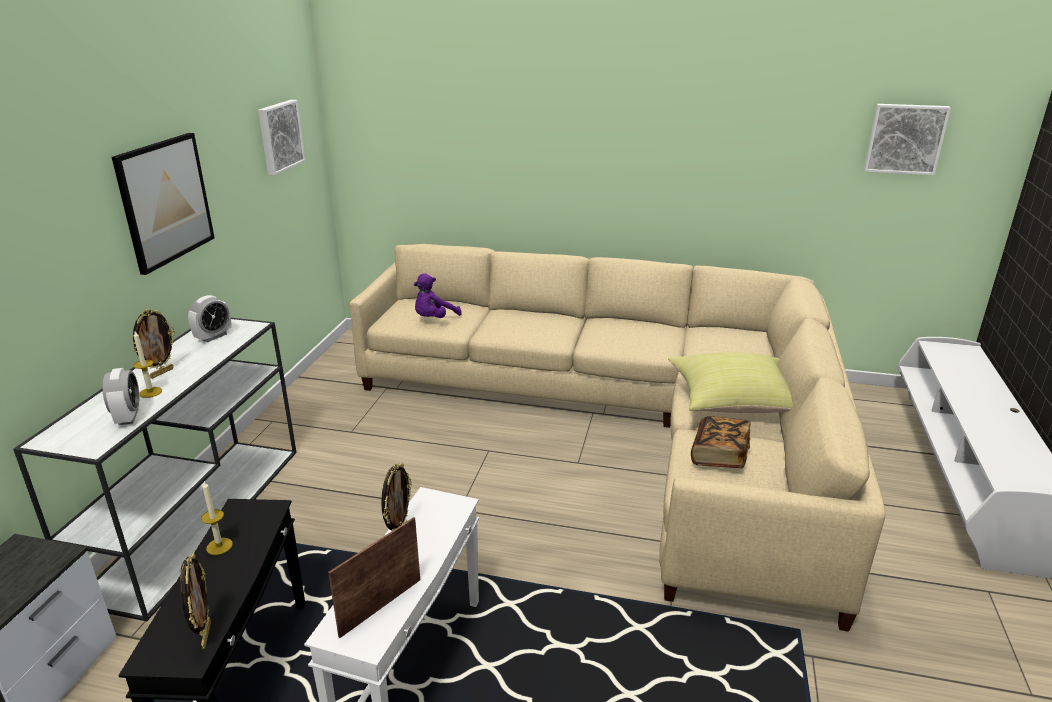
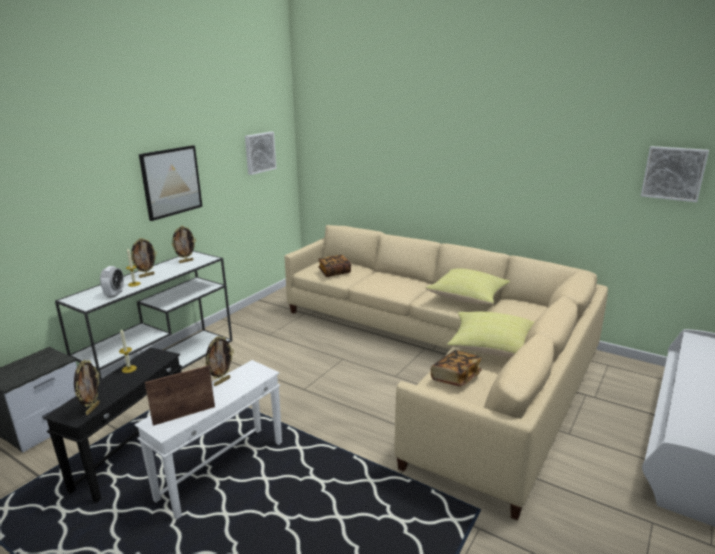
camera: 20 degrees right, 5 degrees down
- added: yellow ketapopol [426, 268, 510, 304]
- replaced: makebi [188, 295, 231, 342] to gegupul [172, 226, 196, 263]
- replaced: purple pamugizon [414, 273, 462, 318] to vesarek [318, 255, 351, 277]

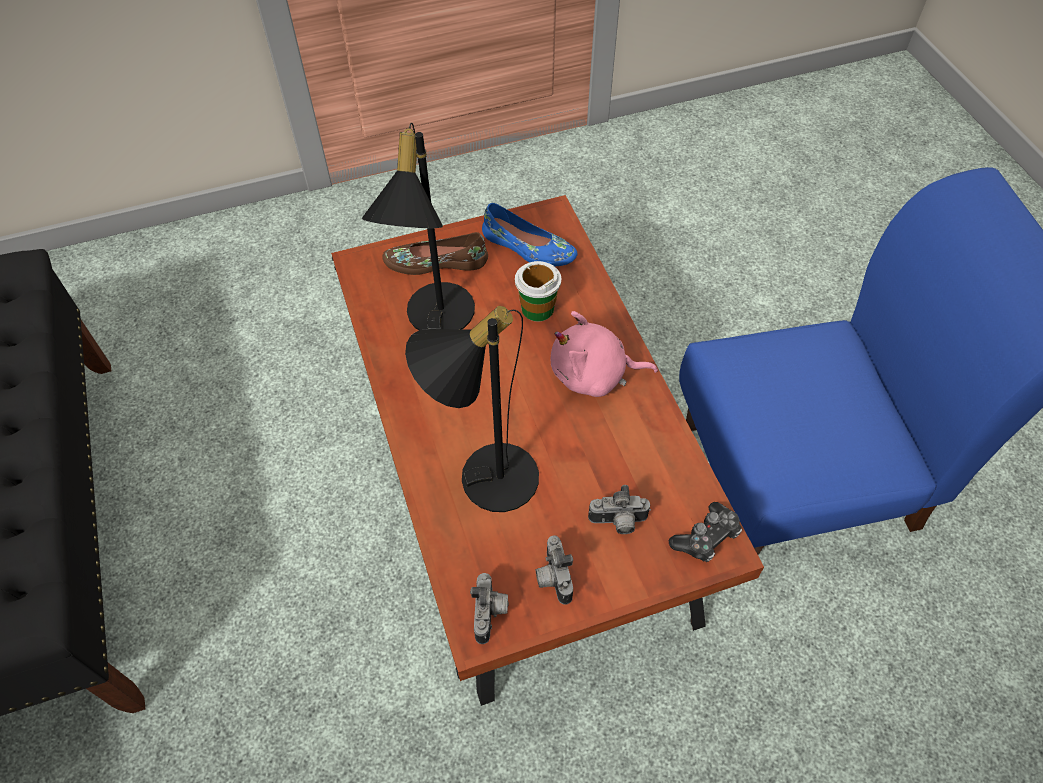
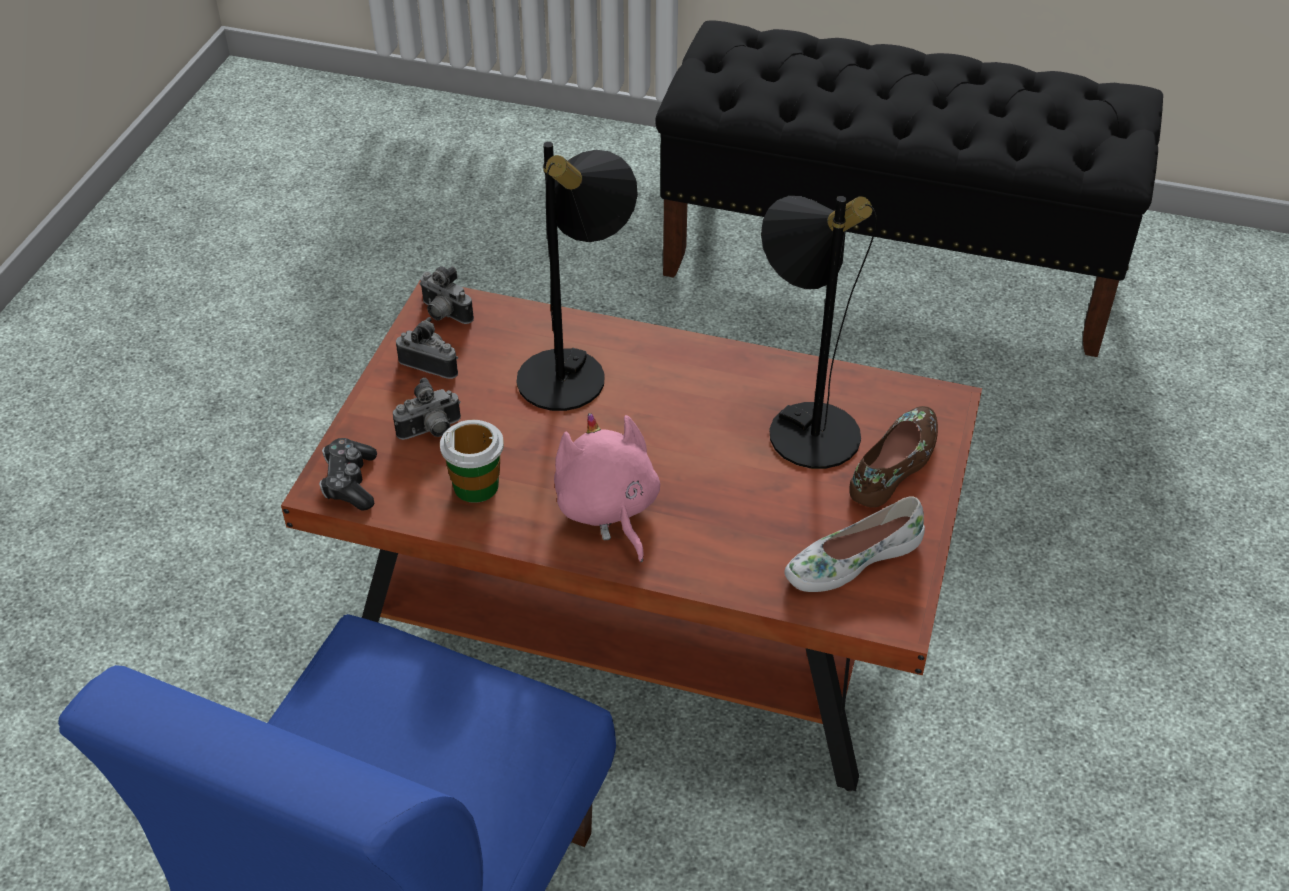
camera: 125 degrees right, 10 degrees down
- moved: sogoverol [515, 261, 561, 321] to [440, 420, 504, 503]
- recoloured: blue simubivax [482, 203, 577, 266] to white simubivax [784, 496, 925, 592]
- turned: pink pamugizon [551, 311, 658, 397] = [554, 413, 660, 562] 60 degrees counterclockwise
- turned: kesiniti [588, 485, 651, 534] = [393, 378, 461, 440] 150 degrees counterclockwise

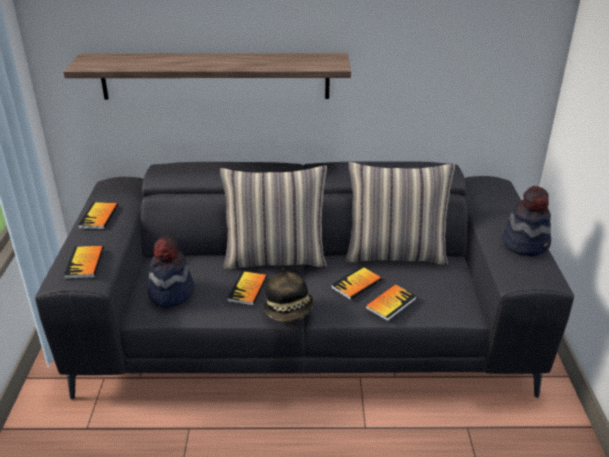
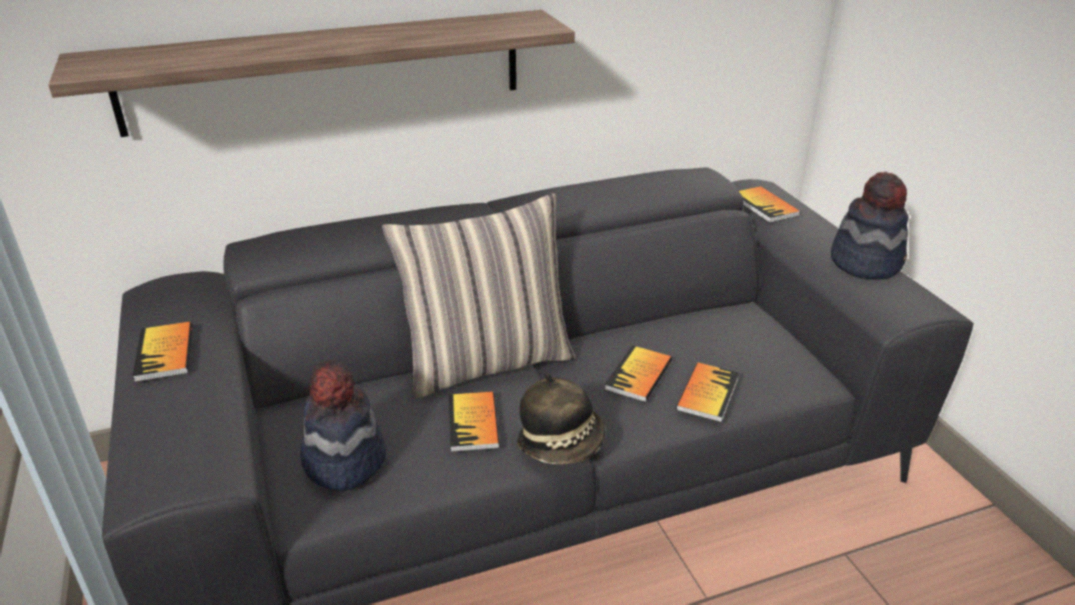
camera: 20 degrees left, 0 degrees up
- removed: ketapopol [346, 162, 455, 265]
- moved: vesarek [64, 246, 104, 279] to [739, 186, 801, 223]

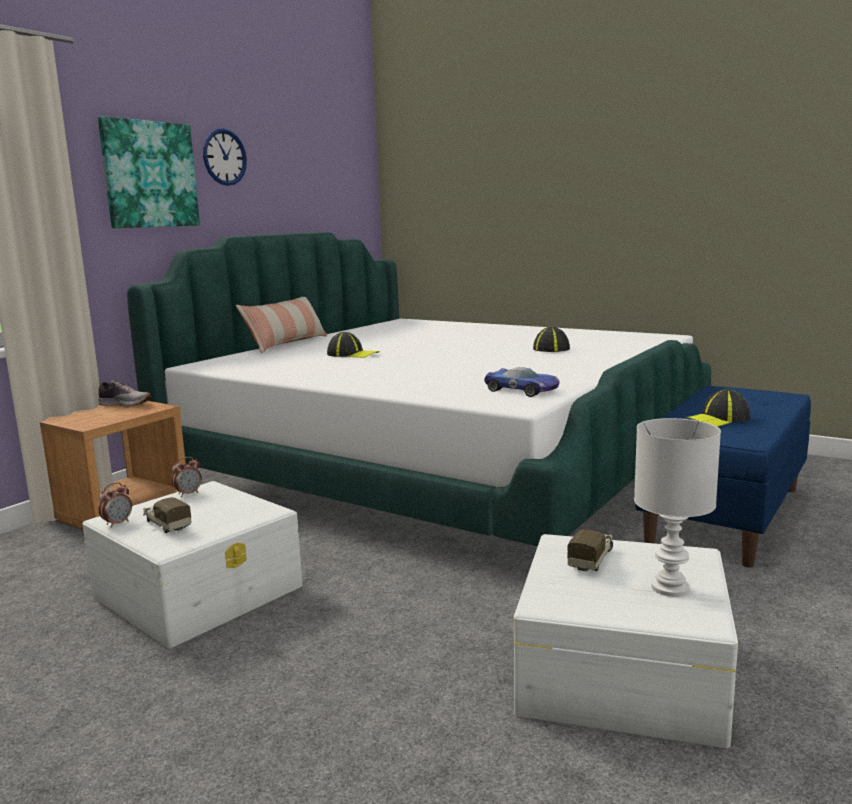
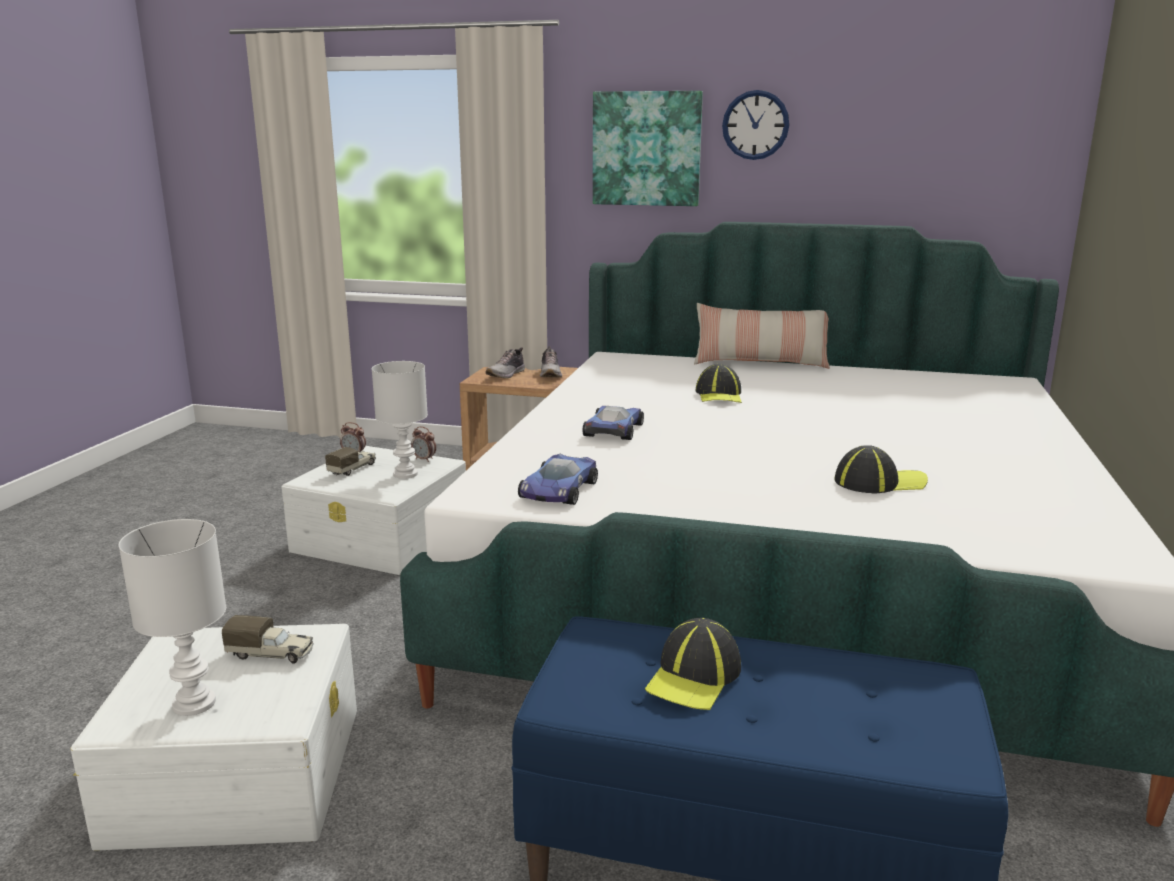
camera: 70 degrees right, 5 degrees up
- added: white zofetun [372, 361, 428, 479]
- added: simubivax [486, 347, 525, 379]
- added: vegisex [582, 406, 644, 440]
- turned: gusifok [686, 389, 750, 427] = [645, 618, 741, 710] 105 degrees counterclockwise

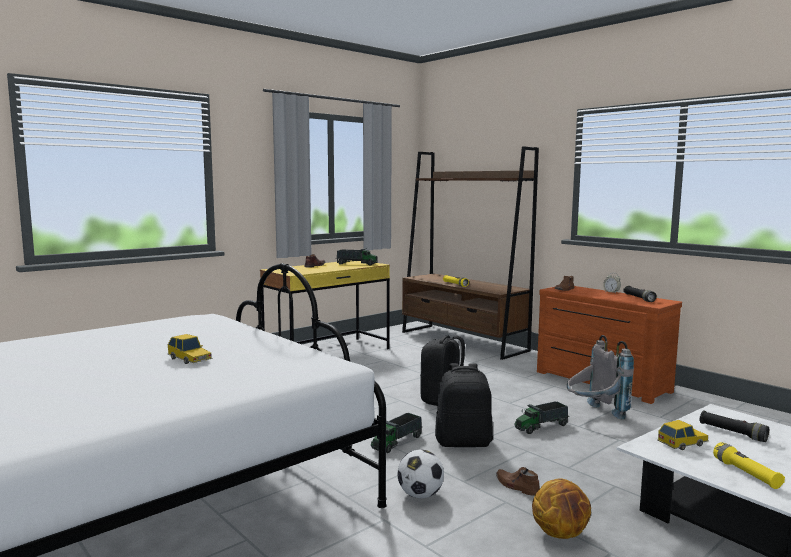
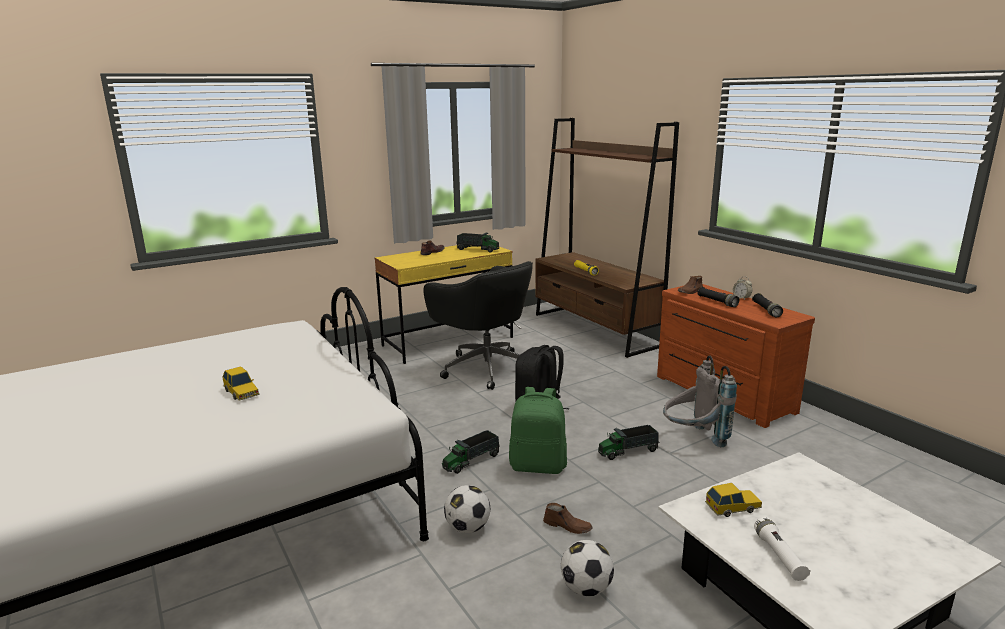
camera: 10 degrees right, 10 degrees up
- added: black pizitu [424, 261, 533, 390]
- moved: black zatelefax [699, 410, 769, 442] to [697, 287, 739, 307]
- replaced: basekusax [532, 478, 591, 539] to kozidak [561, 540, 614, 596]
- recoloured: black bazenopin [435, 363, 493, 447] to green bazenopin [509, 387, 567, 474]
- recoloured: yellow zatelefax [713, 442, 785, 489] to white zatelefax [754, 517, 810, 581]
- turned: brown simubivax [496, 467, 540, 496] = [543, 503, 593, 534] 150 degrees clockwise

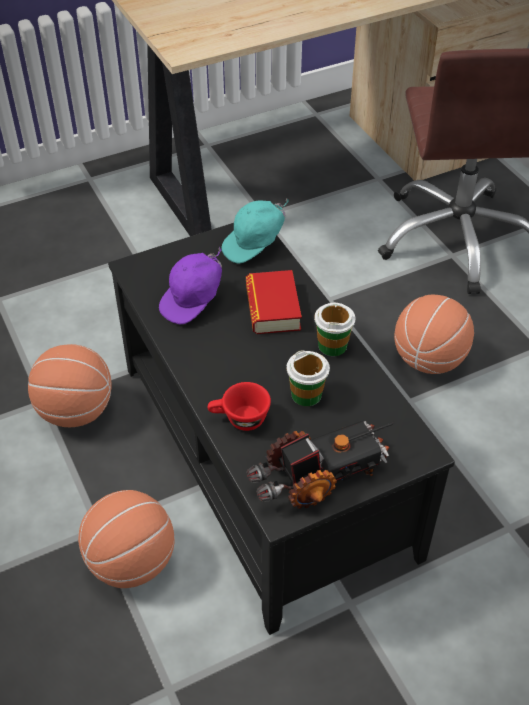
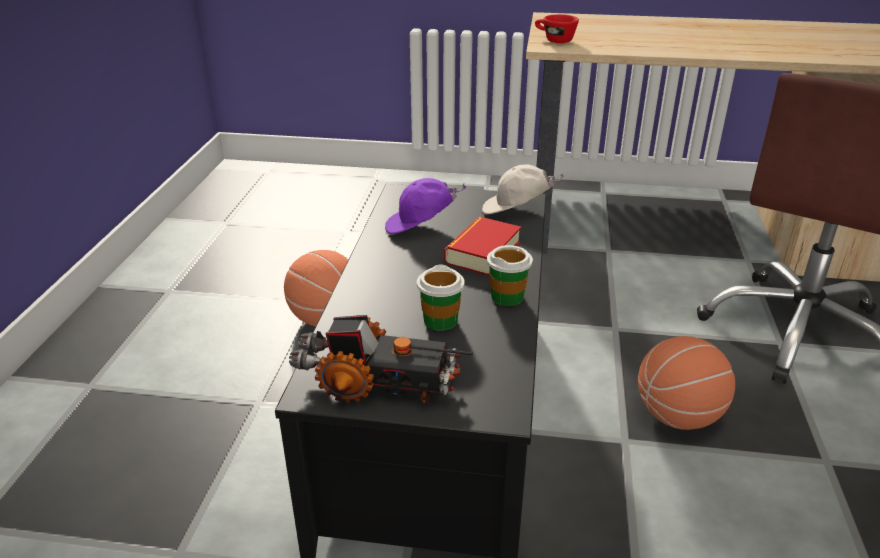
camera: 35 degrees right, 15 degrees down
- removed: basekusax [78, 490, 174, 588]
- moved: red sogoverol [207, 382, 271, 431] to [535, 14, 579, 43]
- recoloured: turquoise gusifok [221, 198, 289, 263] to white gusifok [482, 164, 564, 214]

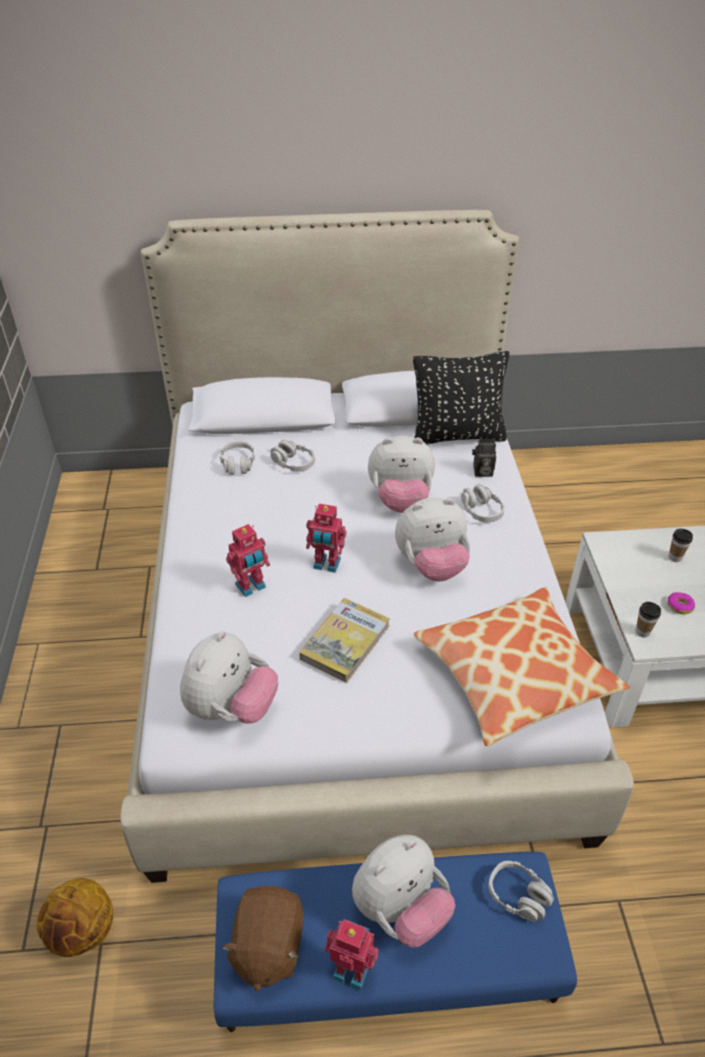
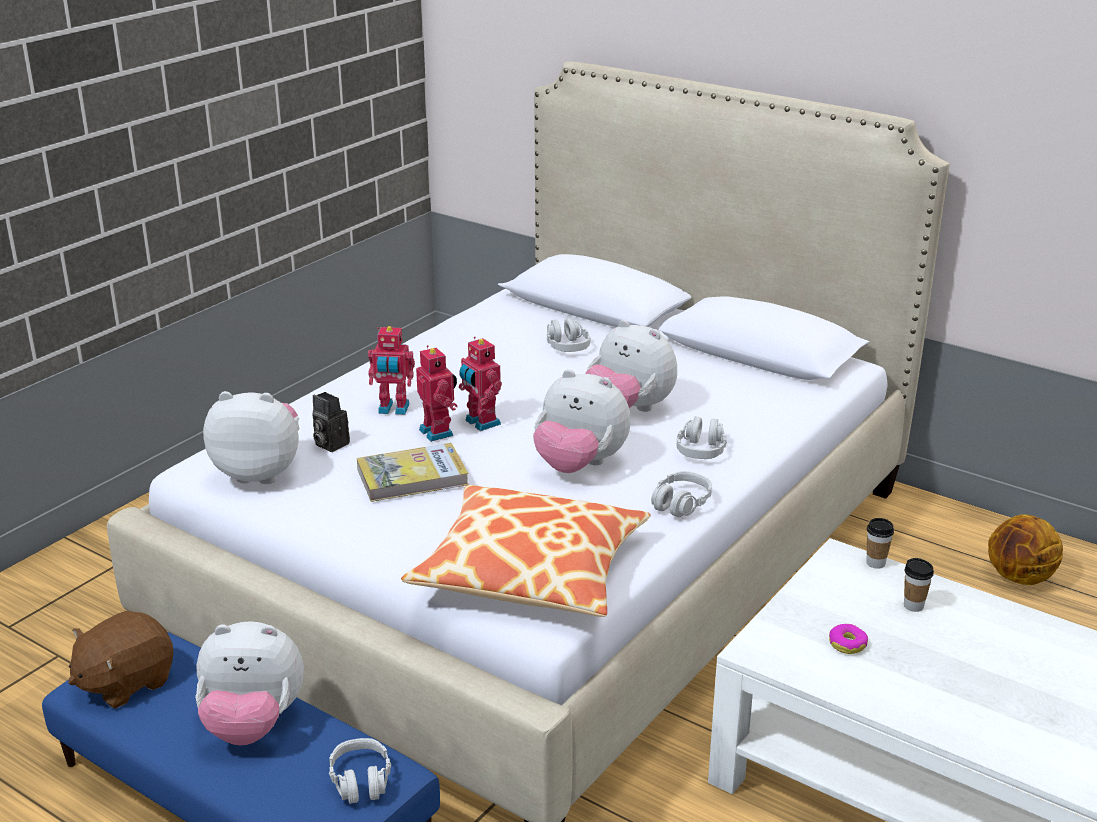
camera: 40 degrees right, 15 degrees down
- removed: black ketapopol [413, 351, 509, 445]
- moved: basekusax [37, 878, 113, 957] to [988, 514, 1063, 585]
- moved: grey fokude [220, 441, 255, 475] to [651, 471, 712, 517]
- moved: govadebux [325, 919, 379, 991] to [416, 345, 458, 442]
- moved: kesiniti [472, 439, 496, 477] to [313, 392, 350, 452]
- moved: sogoverol [635, 602, 661, 638] to [866, 518, 894, 569]
- turned: pamugizon [180, 631, 278, 724] = [203, 391, 299, 484] 150 degrees counterclockwise

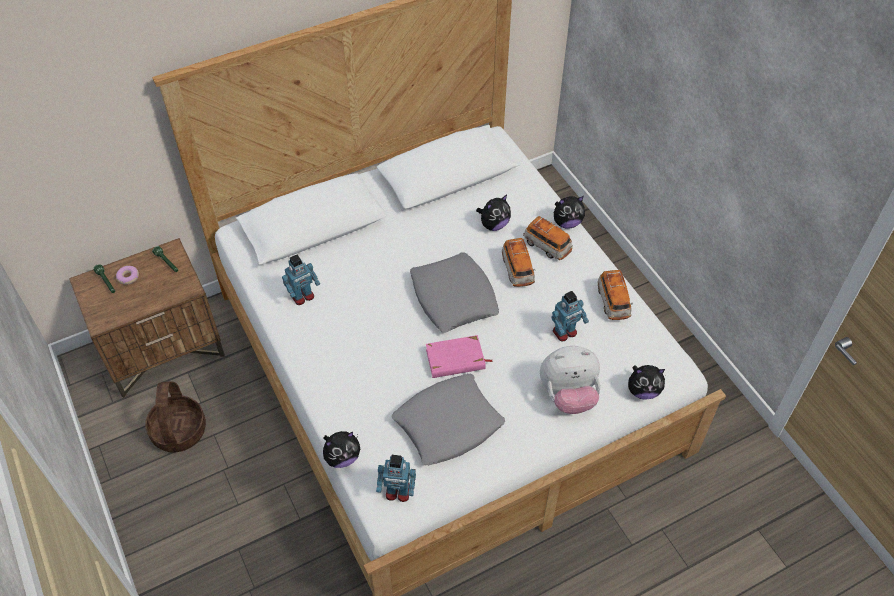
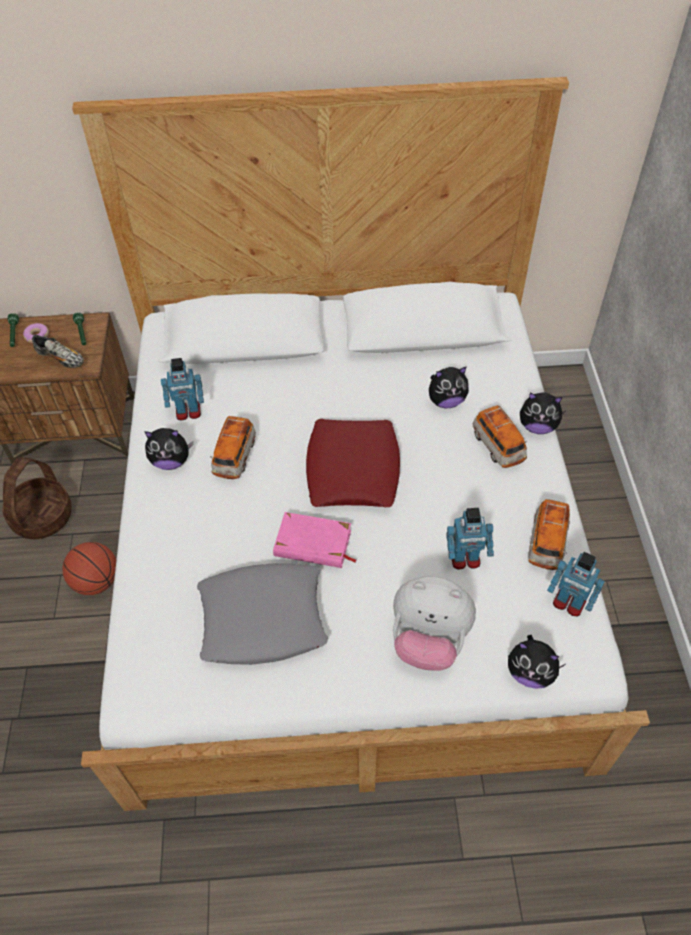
camera: 25 degrees right, 0 degrees up
- added: simubivax [32, 335, 84, 368]
- added: basekusax [62, 542, 116, 595]
- moved: pamugizon [323, 431, 360, 468] to [144, 428, 193, 470]
- moved: govadebux [376, 455, 416, 502] to [547, 552, 605, 616]
- moved: vegisex [502, 238, 535, 287] to [210, 416, 256, 479]
- recoloured: grey ketapopol [410, 253, 499, 333] to red ketapopol [306, 419, 400, 507]

